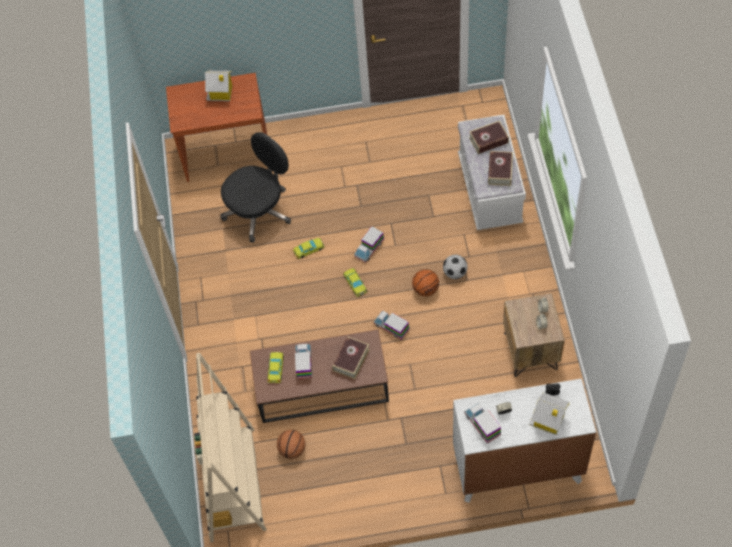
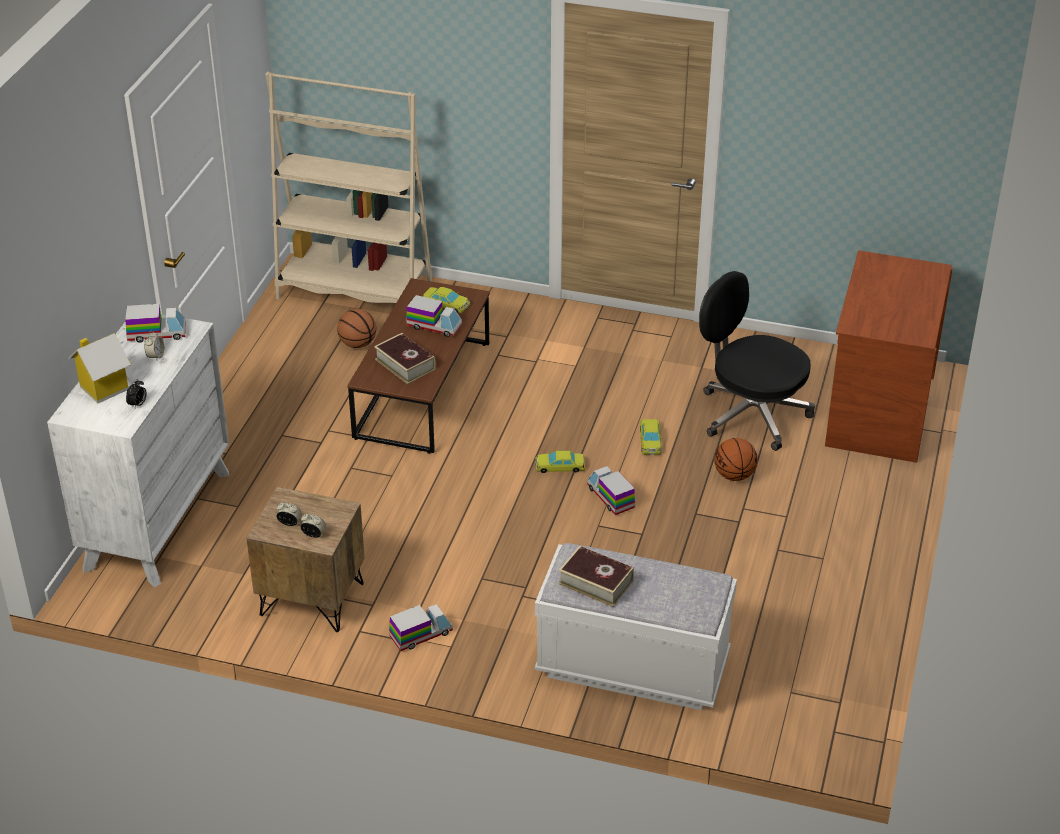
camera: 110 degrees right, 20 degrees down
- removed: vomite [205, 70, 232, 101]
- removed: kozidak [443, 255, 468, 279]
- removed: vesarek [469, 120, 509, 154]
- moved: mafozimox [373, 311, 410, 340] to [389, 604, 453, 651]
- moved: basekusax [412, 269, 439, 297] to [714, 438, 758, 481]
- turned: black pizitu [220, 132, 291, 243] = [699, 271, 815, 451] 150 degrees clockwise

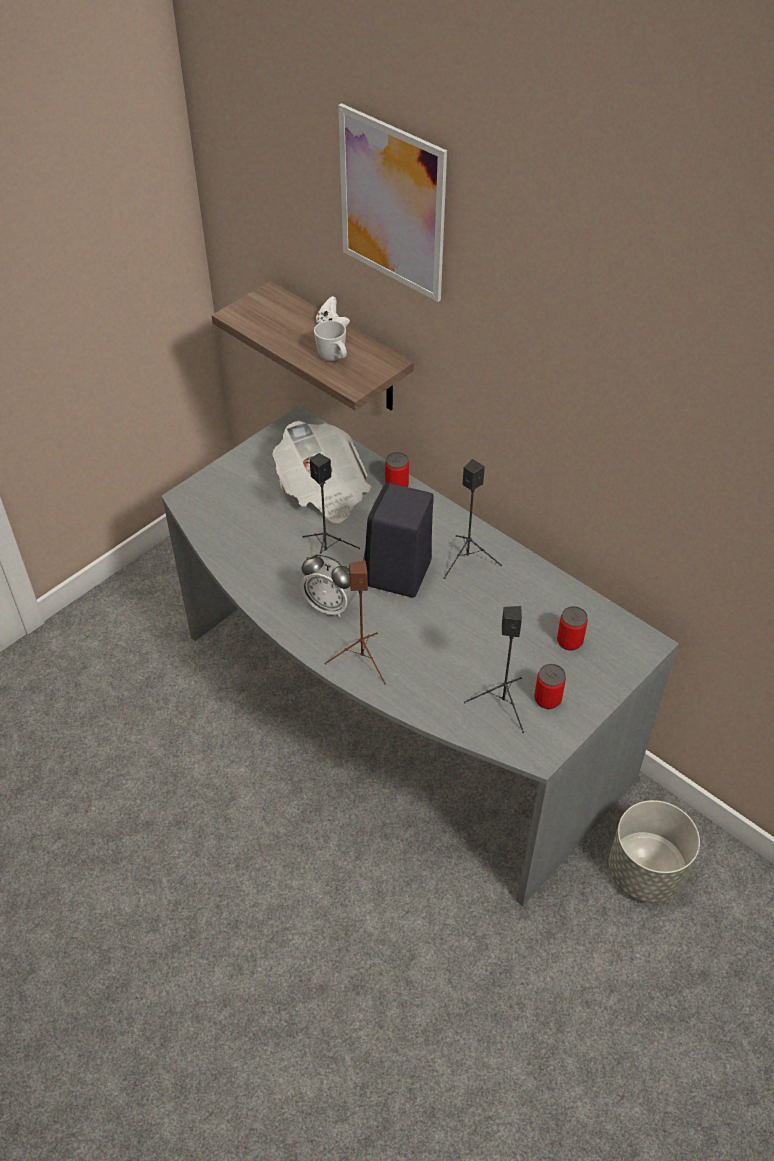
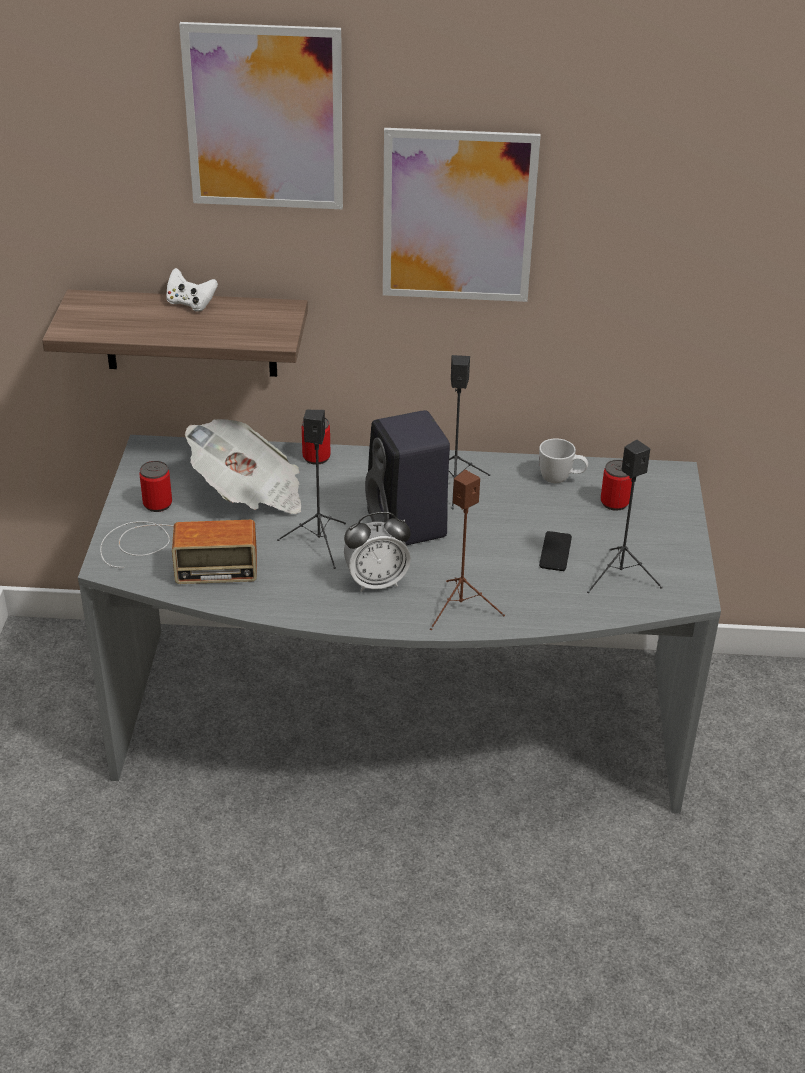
camera: 40 degrees left, 10 degrees down
- removed: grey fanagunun [609, 800, 700, 903]
- added: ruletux [100, 520, 257, 584]
- added: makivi [383, 128, 541, 302]
- added: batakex [539, 531, 572, 571]
- moved: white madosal [314, 320, 347, 361] to [539, 438, 588, 483]
- moved: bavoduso [534, 664, 566, 709] to [139, 461, 172, 512]

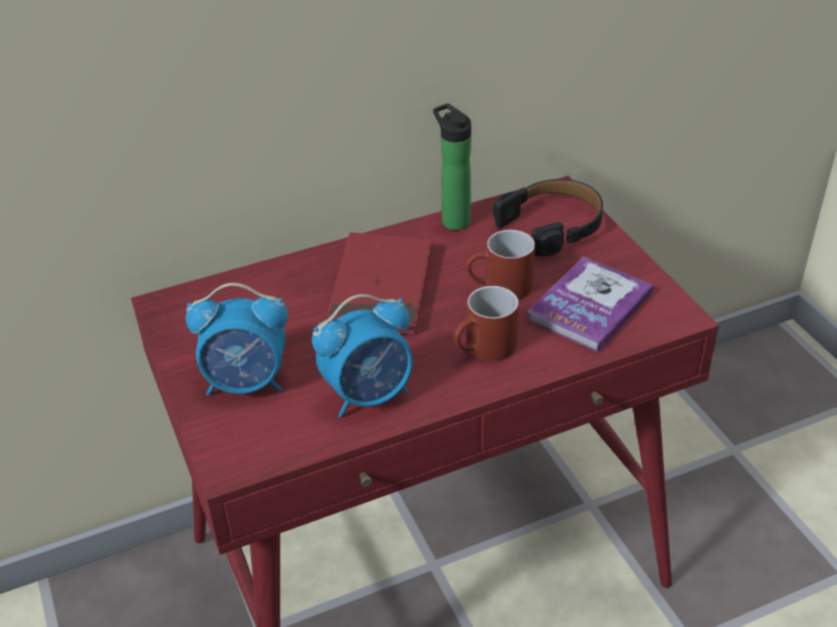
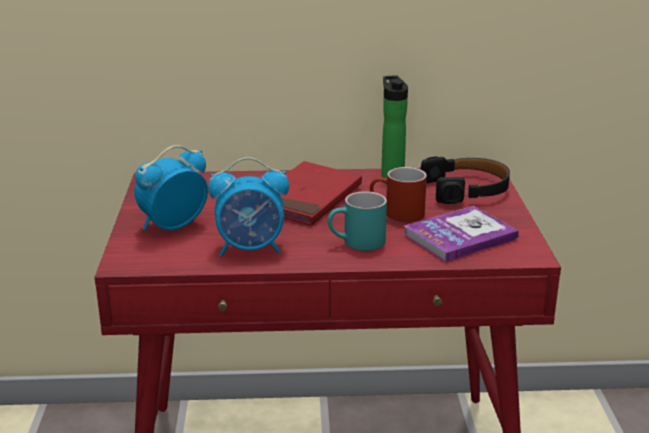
camera: 20 degrees right, 15 degrees down
- recoloured: red madosal [454, 286, 519, 361] to turquoise madosal [328, 191, 387, 251]
- turned: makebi [186, 283, 288, 396] = [134, 145, 208, 230] 120 degrees clockwise

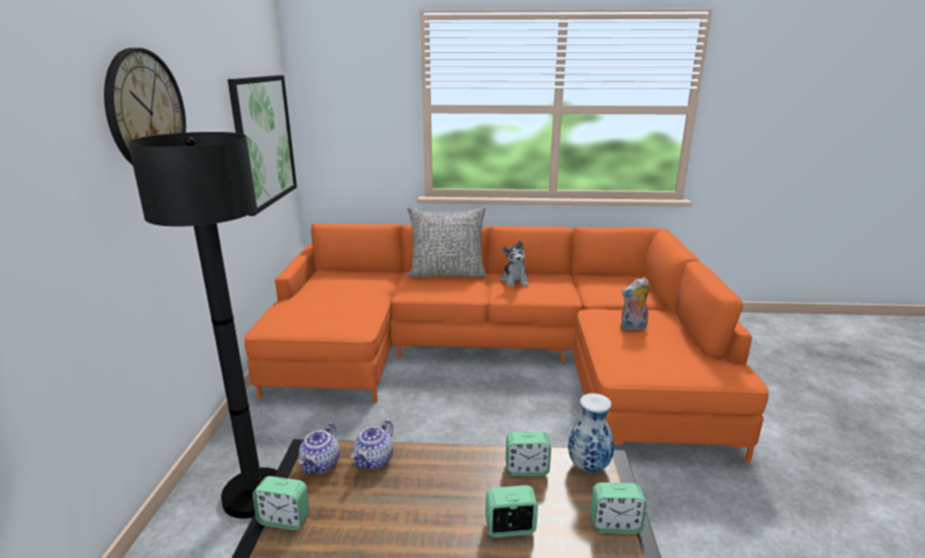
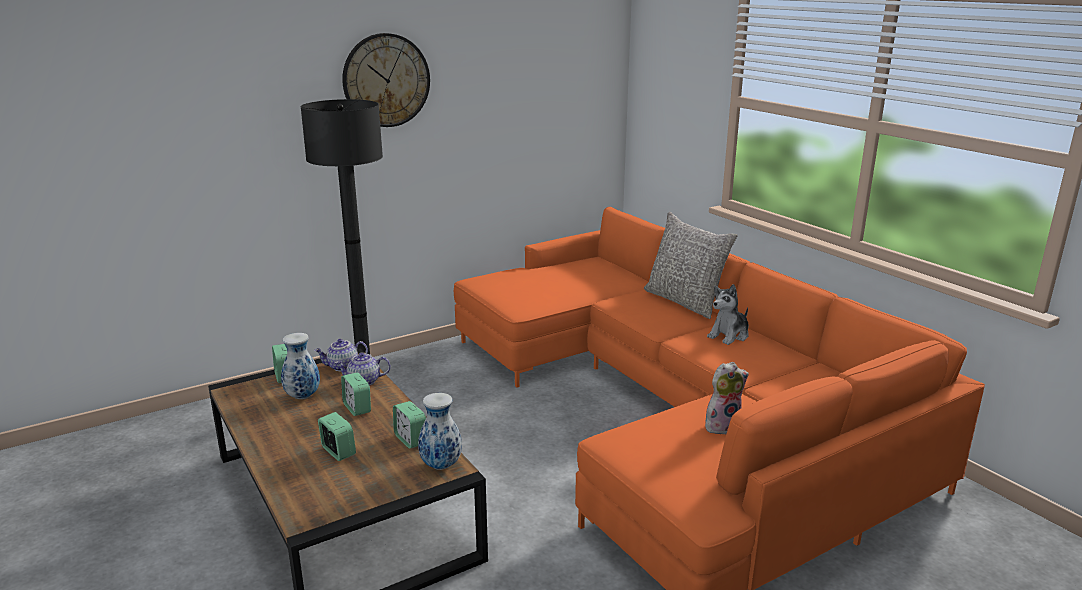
camera: 55 degrees right, 0 degrees up
- removed: makivi [228, 75, 297, 216]
- added: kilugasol [281, 333, 320, 399]
- moved: makebi [591, 482, 647, 534] to [341, 372, 371, 416]
- turned: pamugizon [621, 277, 649, 331] = [705, 362, 749, 434] 120 degrees clockwise

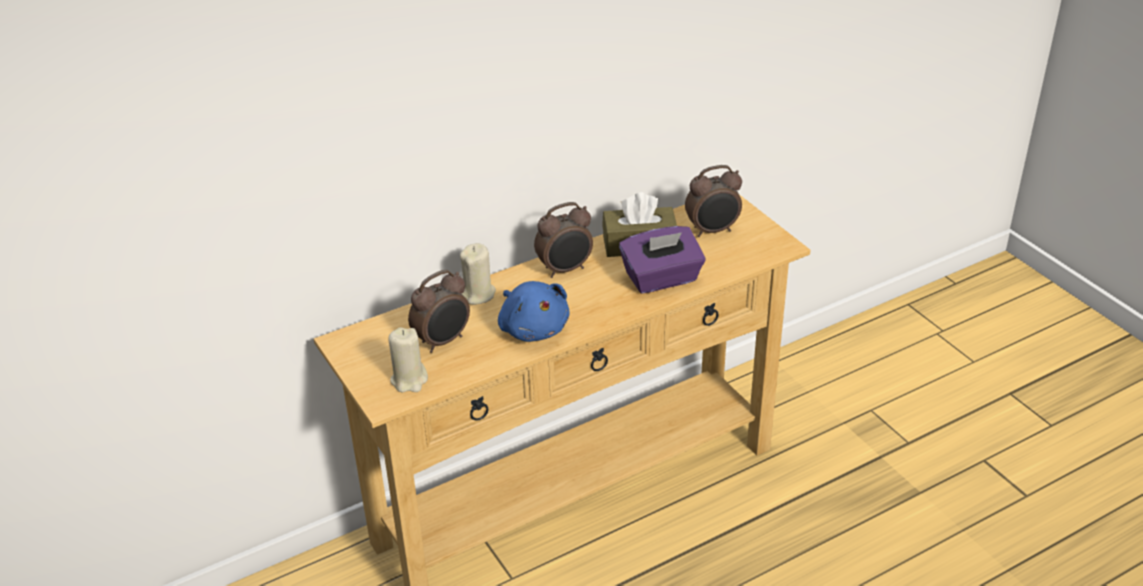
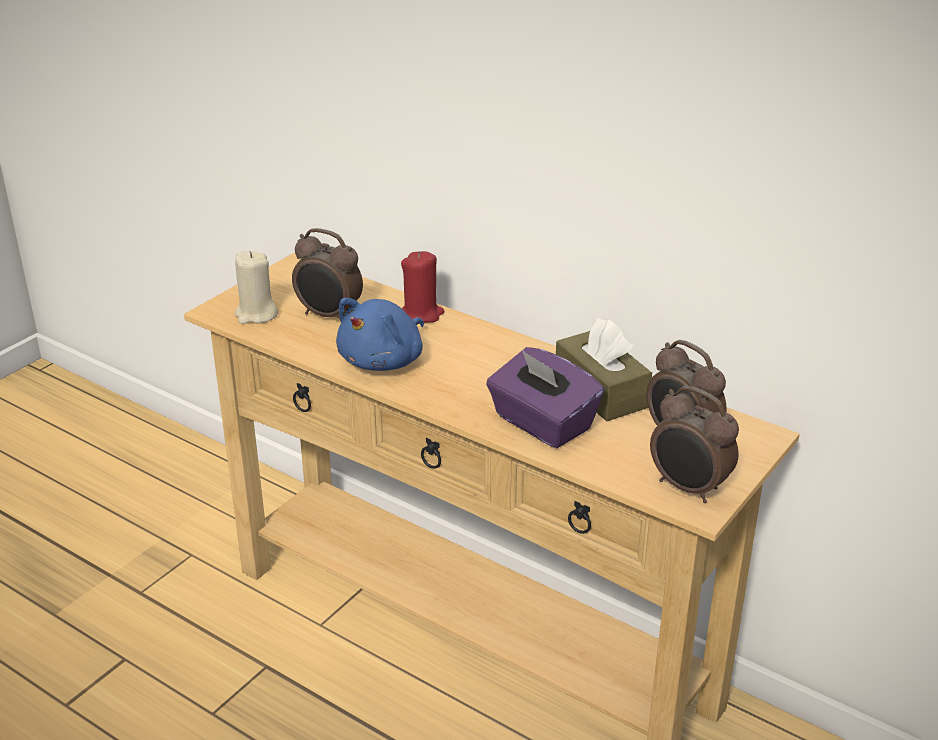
camera: 65 degrees right, 5 degrees down
- moved: makebi [534, 202, 593, 278] to [650, 386, 739, 503]
- recoloured: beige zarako [460, 243, 496, 305] to red zarako [401, 251, 444, 323]

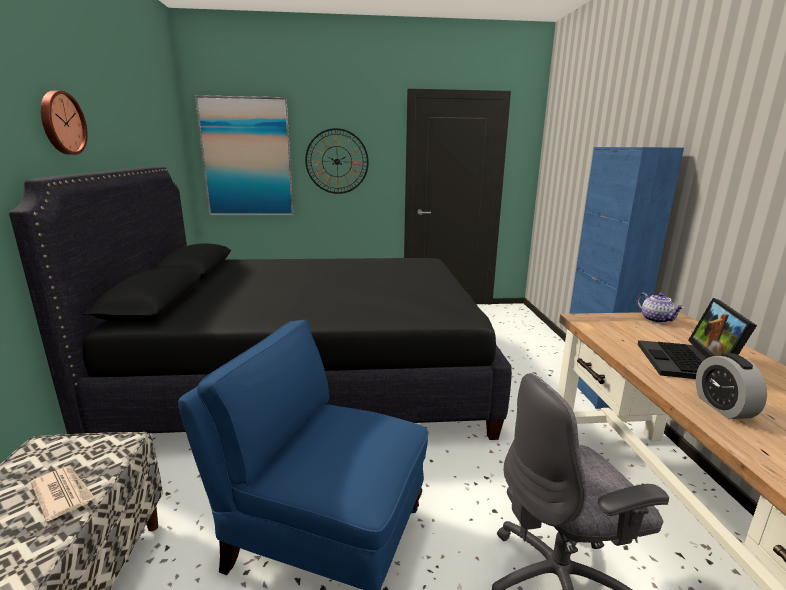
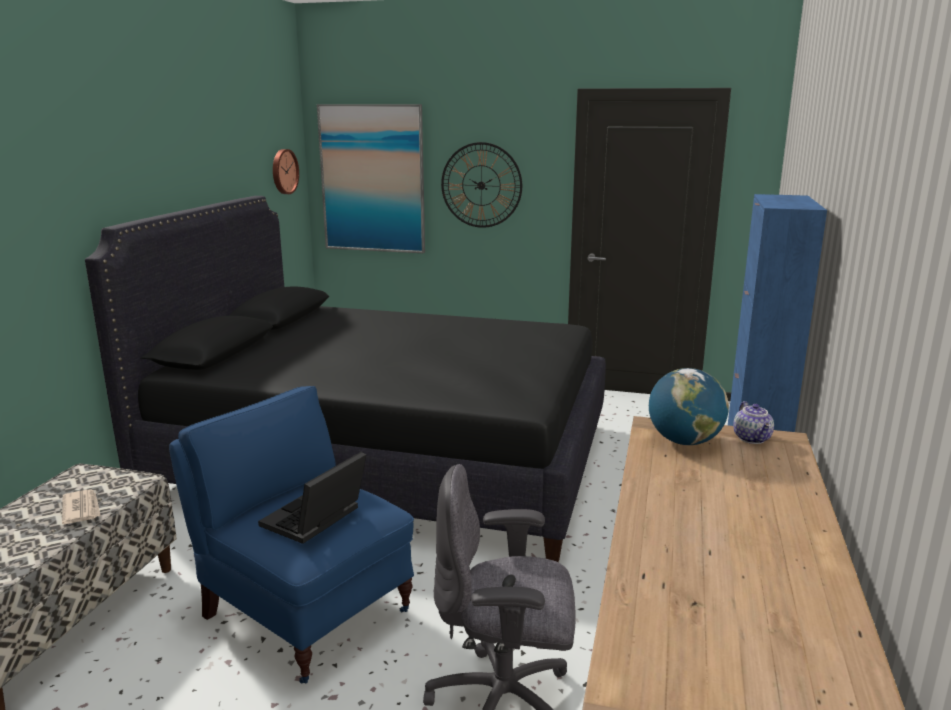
camera: 20 degrees right, 0 degrees up
- removed: makebi [696, 353, 767, 419]
- added: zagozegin [649, 368, 729, 445]
- moved: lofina [41, 91, 88, 155] to [273, 149, 299, 194]
- moved: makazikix [638, 298, 757, 379] to [258, 452, 366, 544]

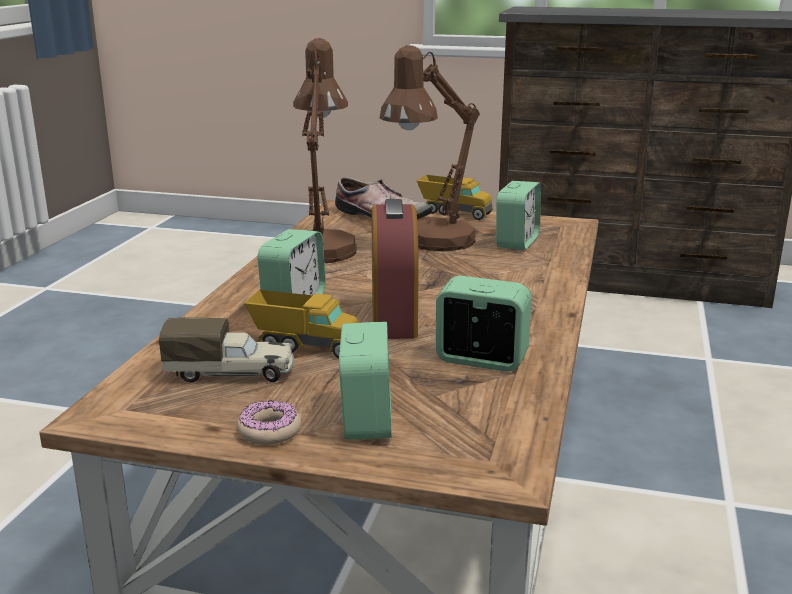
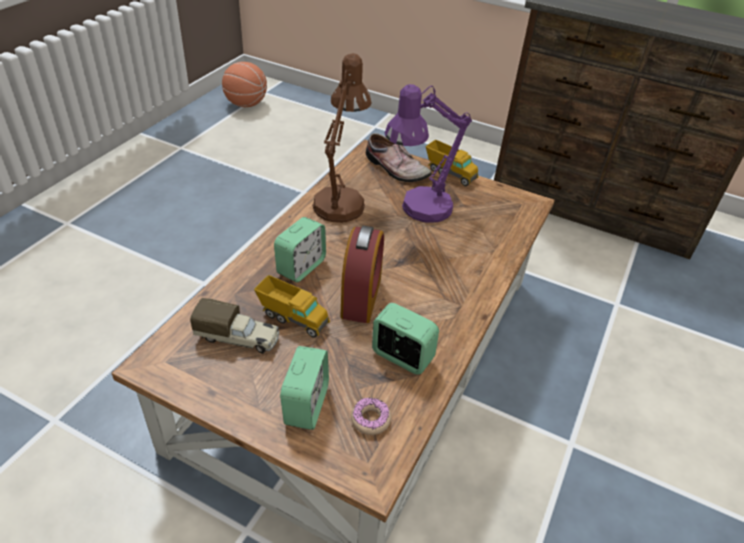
camera: 10 degrees right, 20 degrees up
- removed: makebi [496, 181, 541, 250]
- added: basekusax [222, 62, 267, 107]
- moved: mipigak [237, 401, 301, 445] to [351, 397, 391, 435]
- recoloured: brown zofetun [379, 45, 480, 251] to purple zofetun [385, 84, 472, 223]

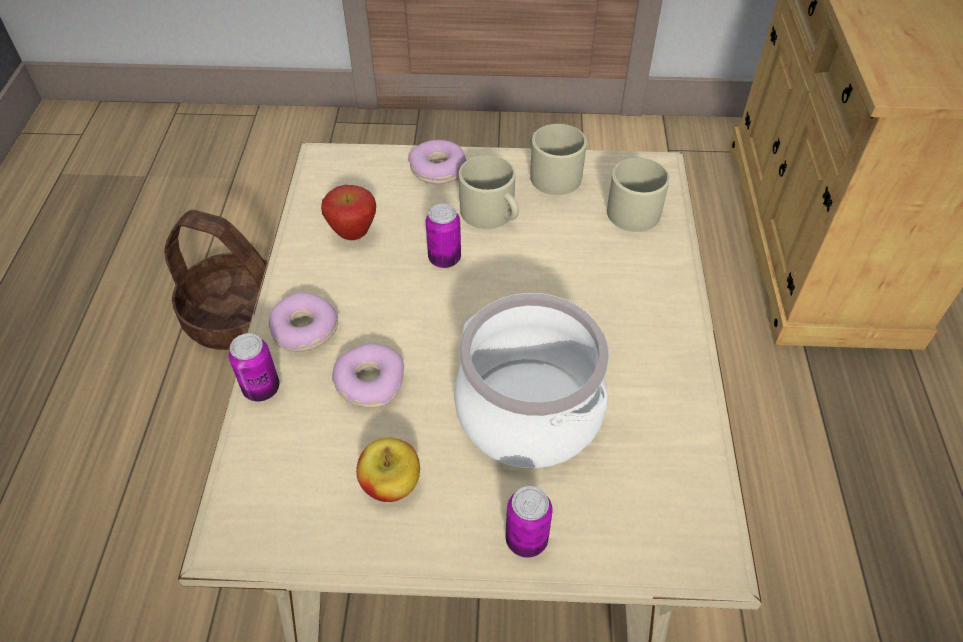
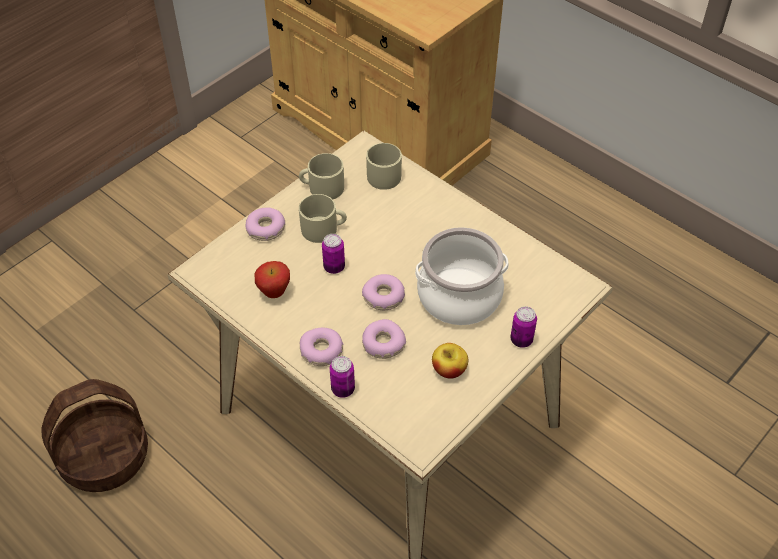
camera: 50 degrees left, 0 degrees up
- added: mipigak [362, 274, 405, 310]

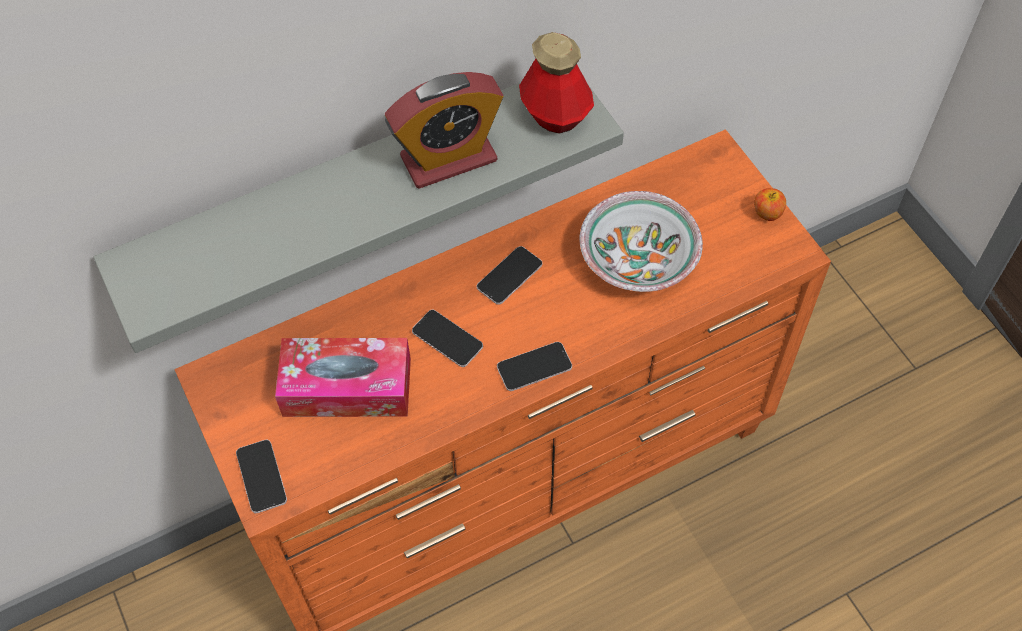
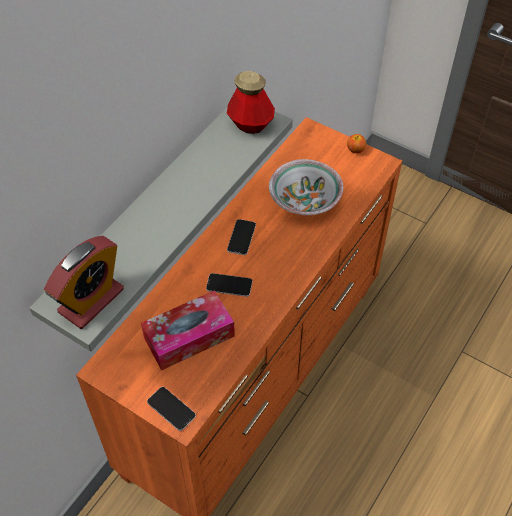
camera: 30 degrees left, 5 degrees down
- removed: batakex [497, 342, 572, 391]
- moved: makebi [385, 72, 504, 189] to [44, 236, 124, 329]

